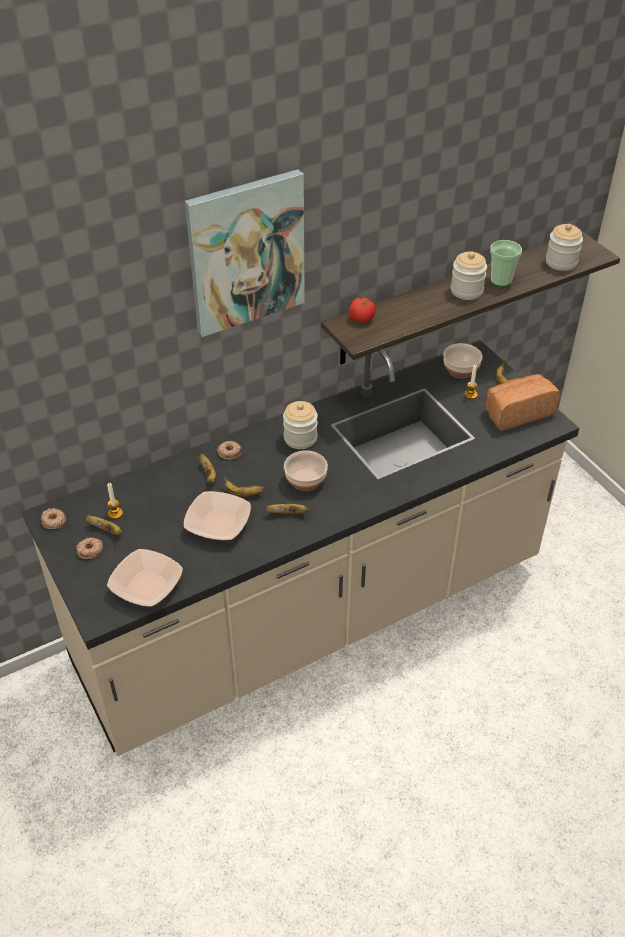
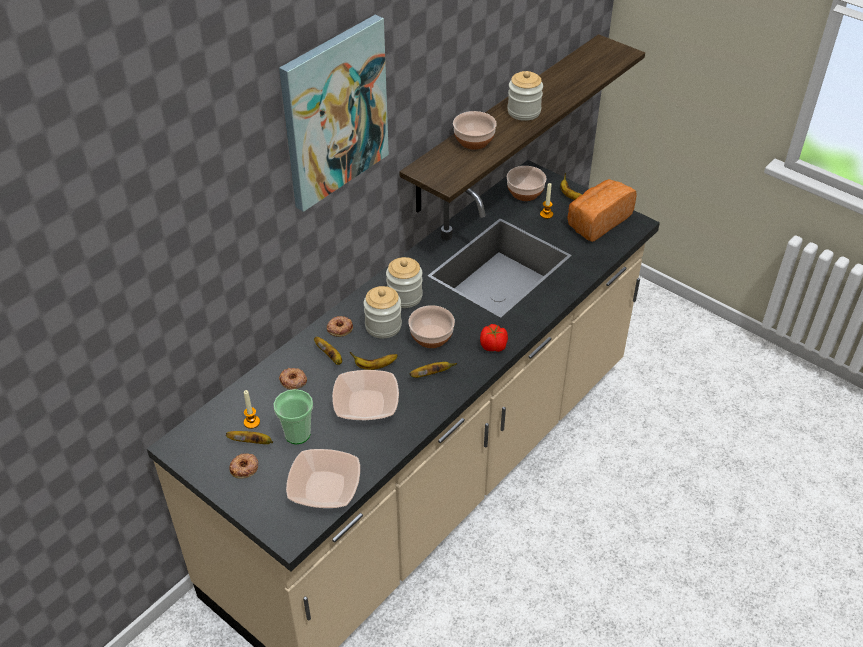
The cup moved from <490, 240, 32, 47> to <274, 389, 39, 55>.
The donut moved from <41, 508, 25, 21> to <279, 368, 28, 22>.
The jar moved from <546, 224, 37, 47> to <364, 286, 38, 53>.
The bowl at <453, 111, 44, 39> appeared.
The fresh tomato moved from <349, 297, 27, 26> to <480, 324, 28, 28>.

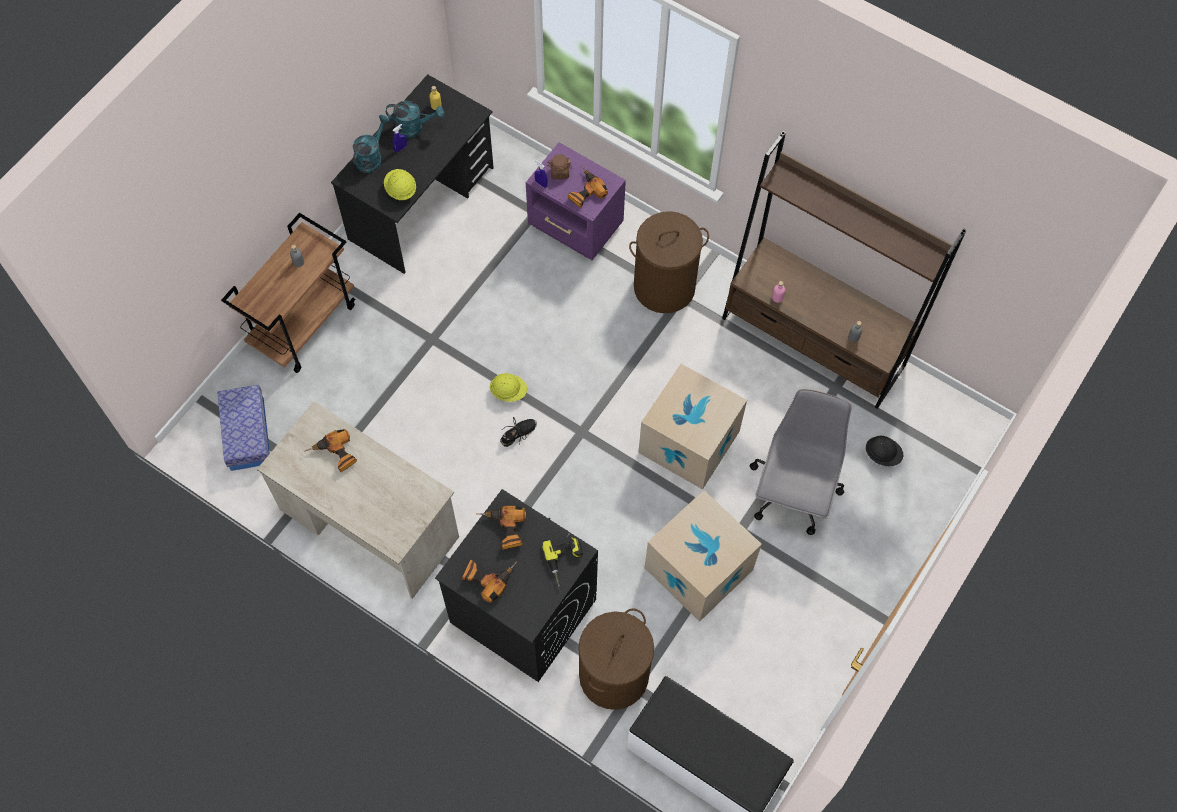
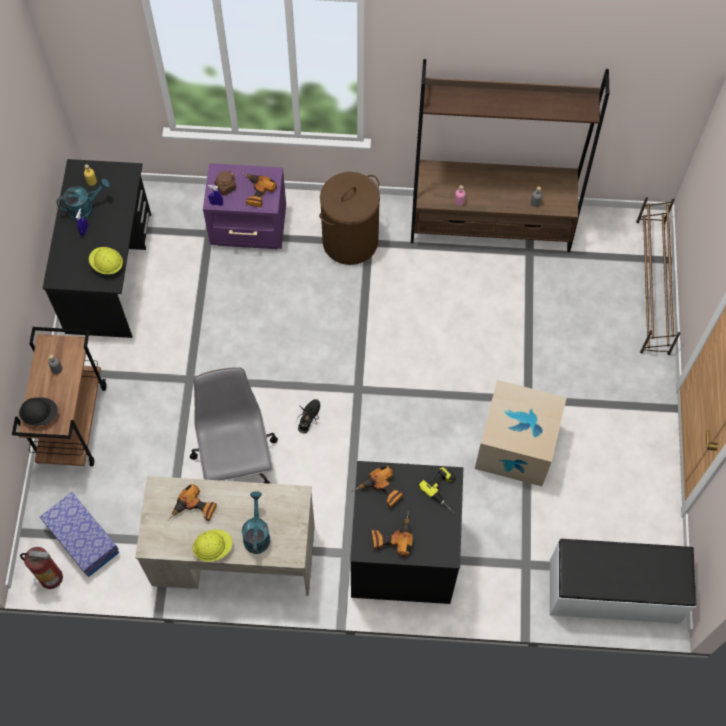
The safety helmet (black-coloured) moved from <866, 436, 37, 30> to <19, 397, 39, 29>.
The fire-fighting cylinder at <20, 547, 43, 42> appeared.
The office chair (greyish) moved from <750, 389, 102, 146> to <190, 367, 88, 117>.
The safety helmet (yellowish) moved from <490, 373, 37, 29> to <192, 530, 41, 32>.
The sprinkling can (turquoise) moved from <353, 115, 37, 58> to <242, 491, 28, 63>.
The shoe stand (brown-coloured) at <636, 197, 45, 158> appeared.
The hamper (brown-coloured) at <578, 609, 76, 101> disappeared.
The cardboard box at <638, 364, 109, 126> disappeared.

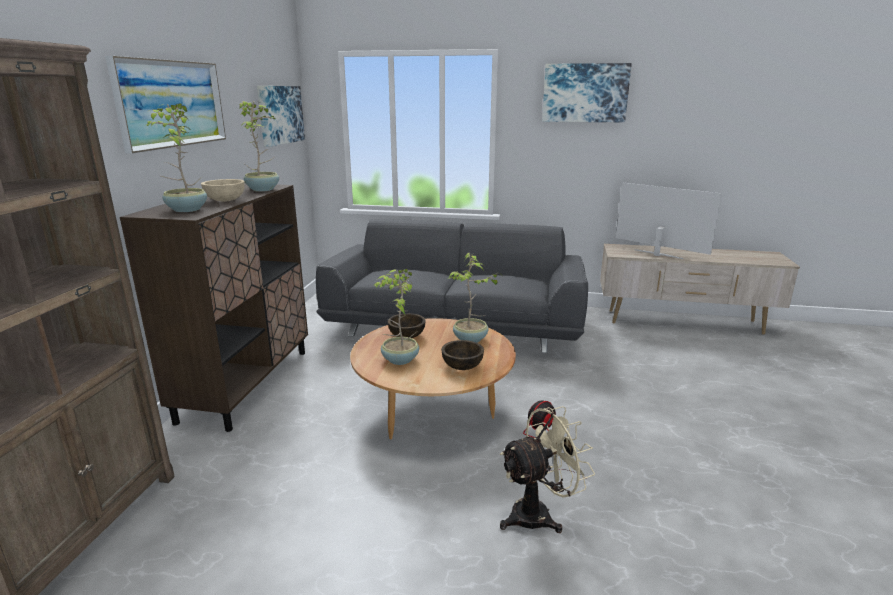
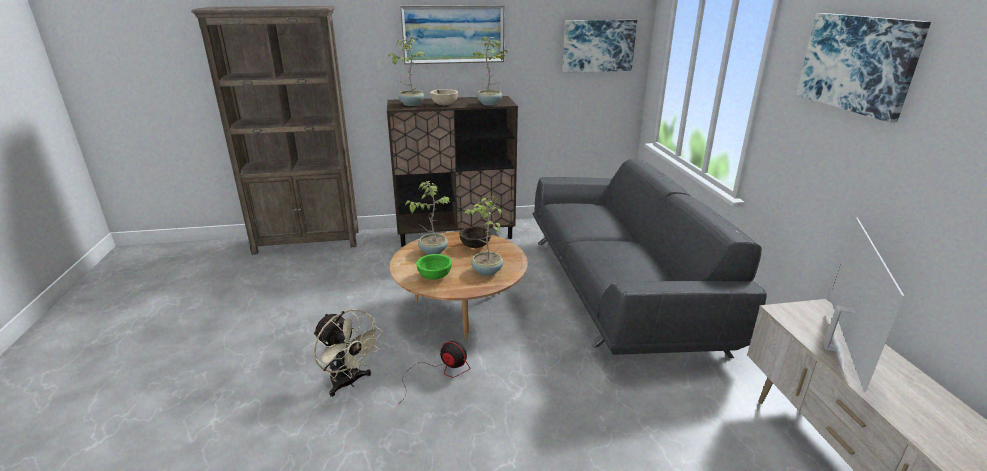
The bowl (brown-coloured) at <441, 340, 43, 30> became the bowl (green) at <416, 254, 36, 26>.

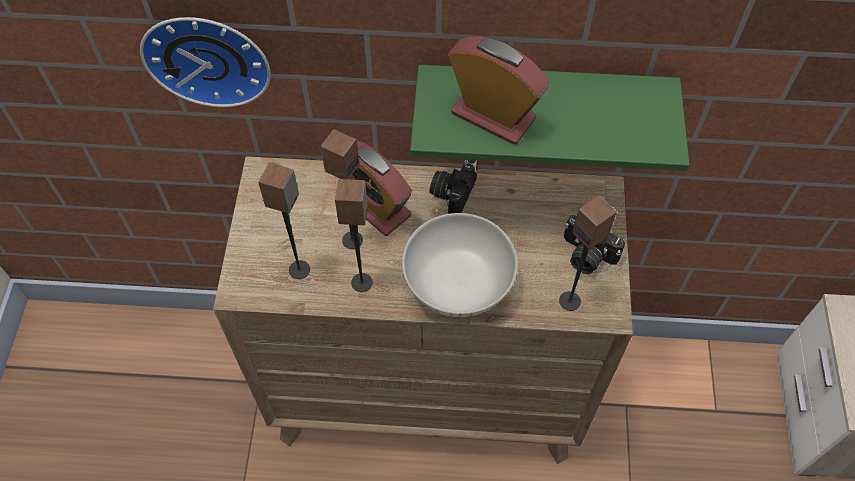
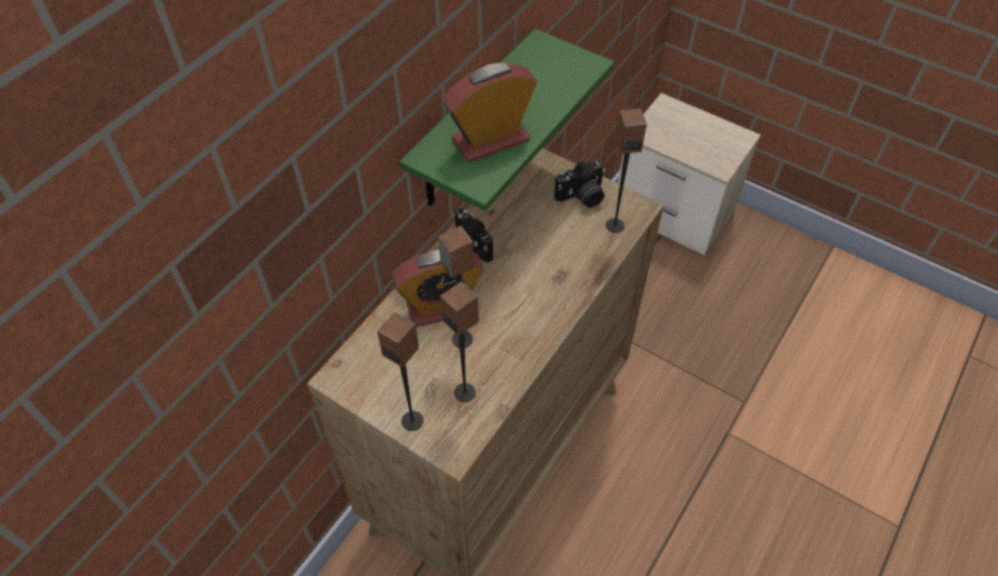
The loudspeaker moved from <335, 179, 38, 113> to <377, 312, 47, 119>.
The clock on the wall at <140, 17, 131, 90> disappeared.
The bowl (white-coloured) at <402, 213, 116, 104> disappeared.

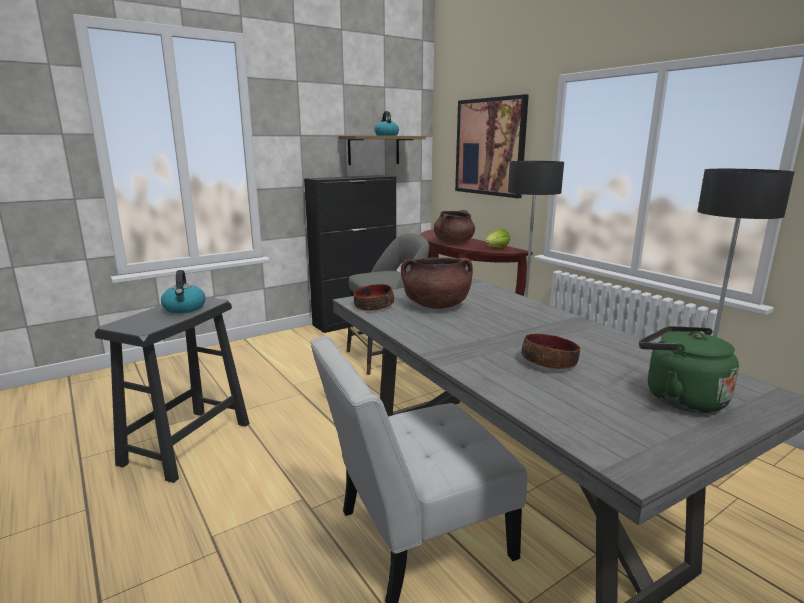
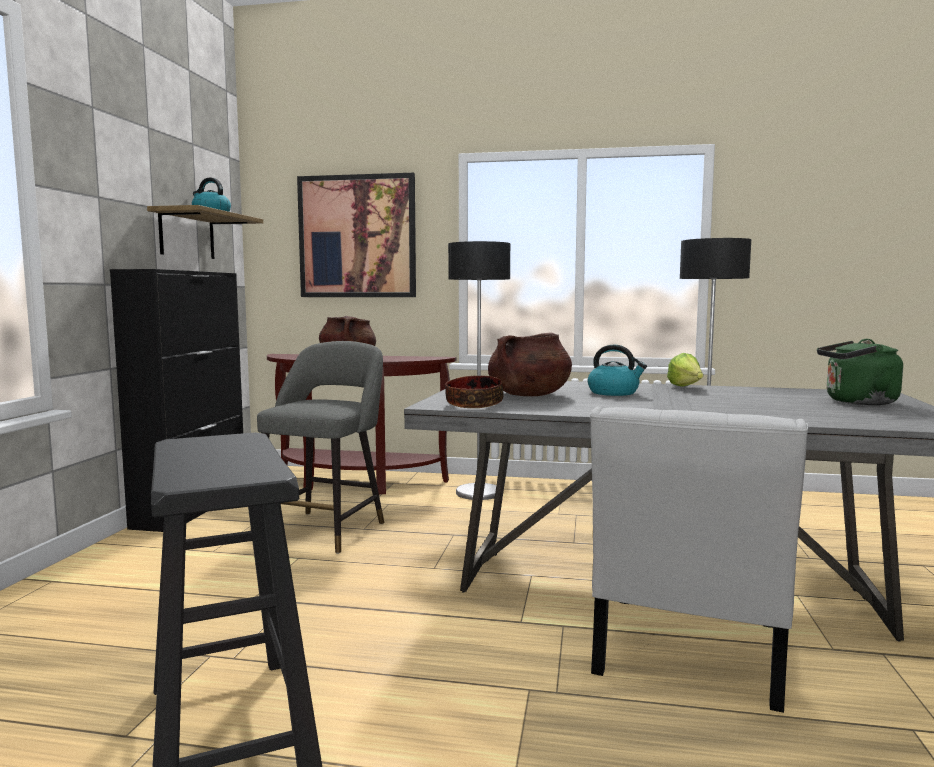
The tea kettle moved from <161, 270, 44, 43> to <588, 345, 59, 51>.
The head of lettuce moved from <486, 229, 24, 19> to <667, 353, 36, 34>.
The bowl at <521, 334, 59, 35> disappeared.

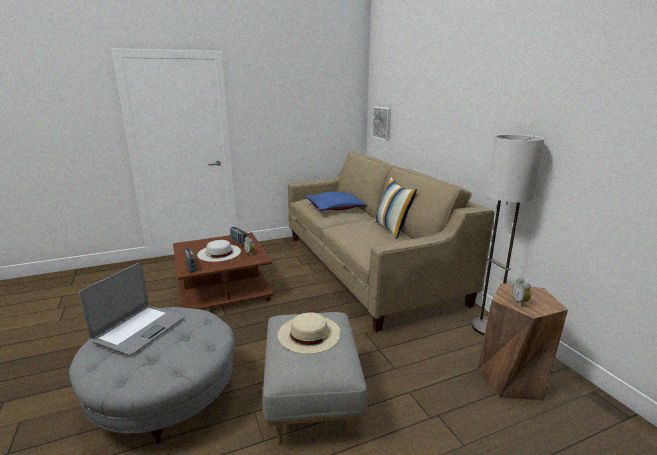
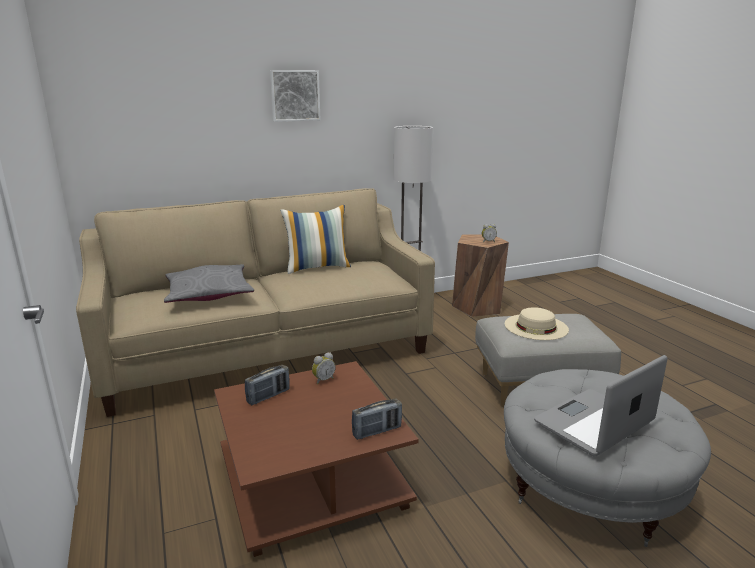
The cushion (blue) at <305, 192, 62, 19> became the cushion (greyish) at <164, 264, 90, 39>.
The wall picture moved from <371, 106, 20, 35> to <270, 70, 50, 52>.
The notebook computer at <79, 263, 106, 93> turned 60 degrees counterclockwise.
The clothing hat (white-coloured) at <197, 240, 44, 22> disappeared.

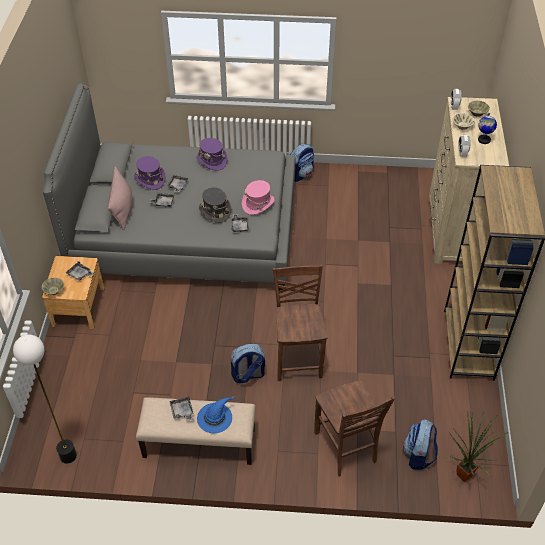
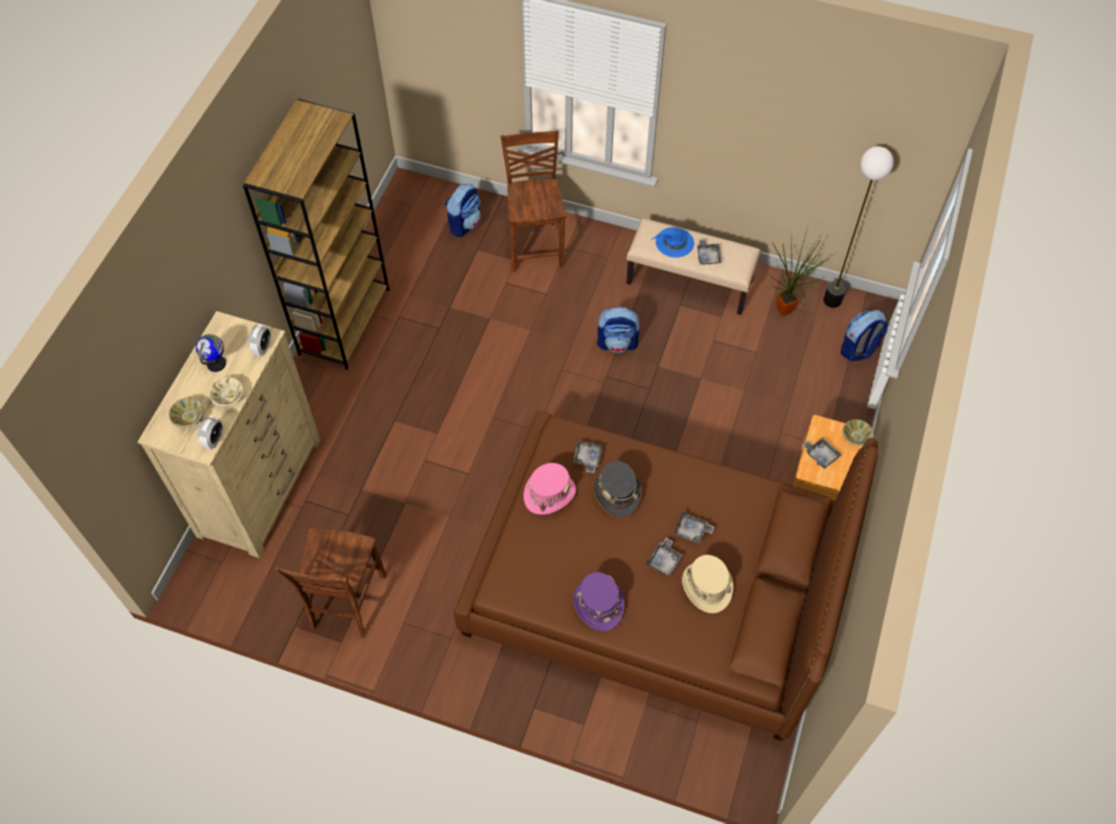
The upright chair (brown-coloured) moved from <273, 265, 55, 116> to <275, 528, 111, 110>.
The bed (greyish) at <43, 83, 253, 208> became the bed (brown-coloured) at <454, 410, 424, 331>.
The clothing hat (purplish) at <134, 156, 31, 34> became the clothing hat (sand-coloured) at <682, 555, 51, 58>.
The plant in a pot moved from <445, 411, 63, 71> to <766, 227, 64, 89>.
The backpack moved from <289, 144, 25, 38> to <841, 310, 47, 51>.
The cushion (pink) at <108, 167, 24, 63> disappeared.

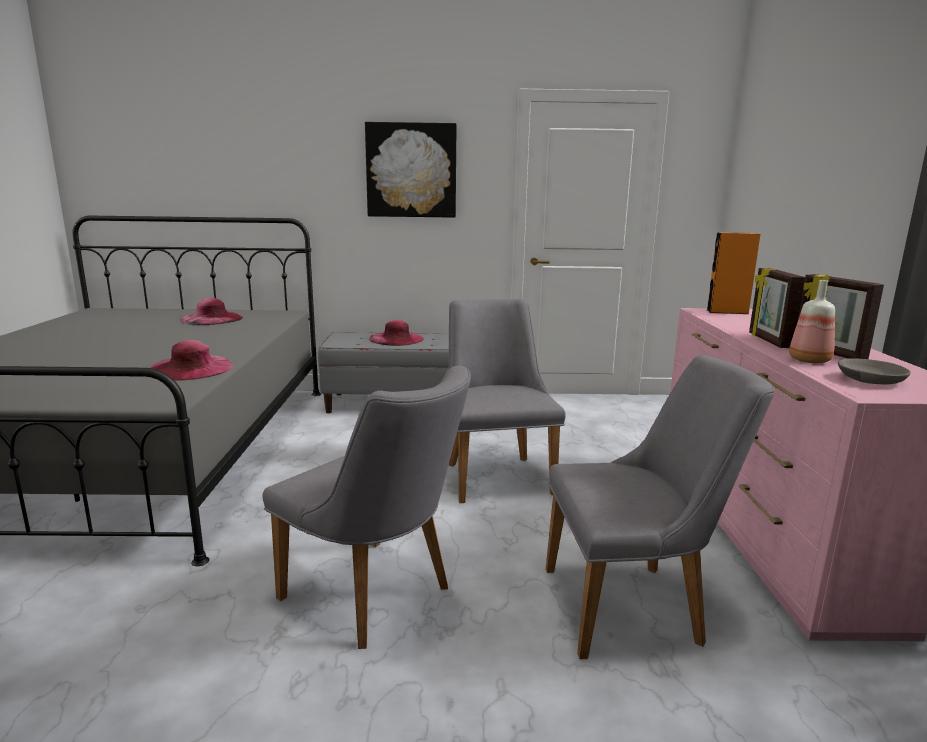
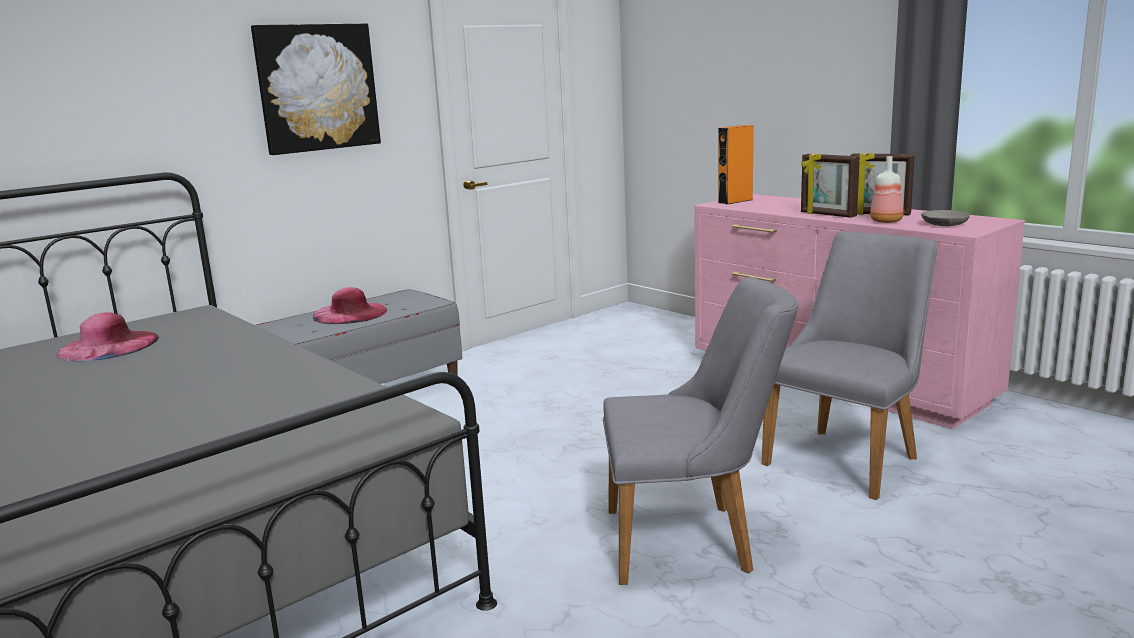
The clothing hat (pink) at <150, 340, 84, 41> disappeared.
The upright chair (greyish) at <449, 299, 117, 204> disappeared.

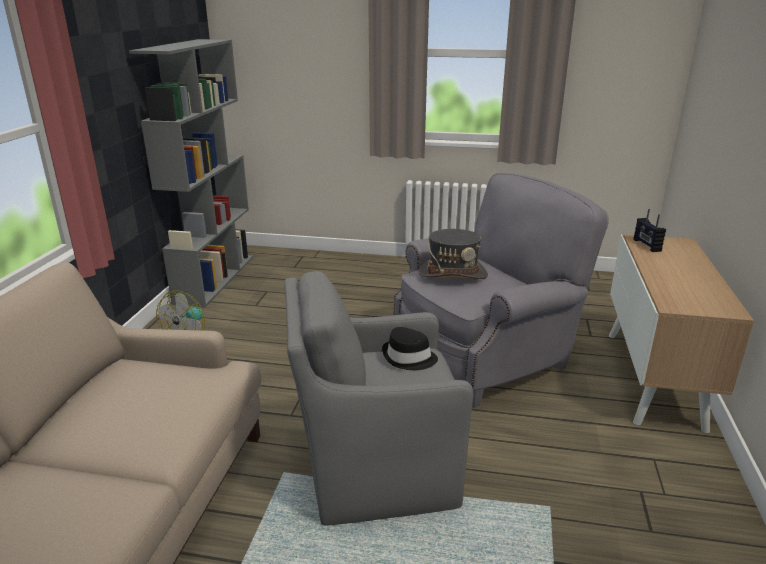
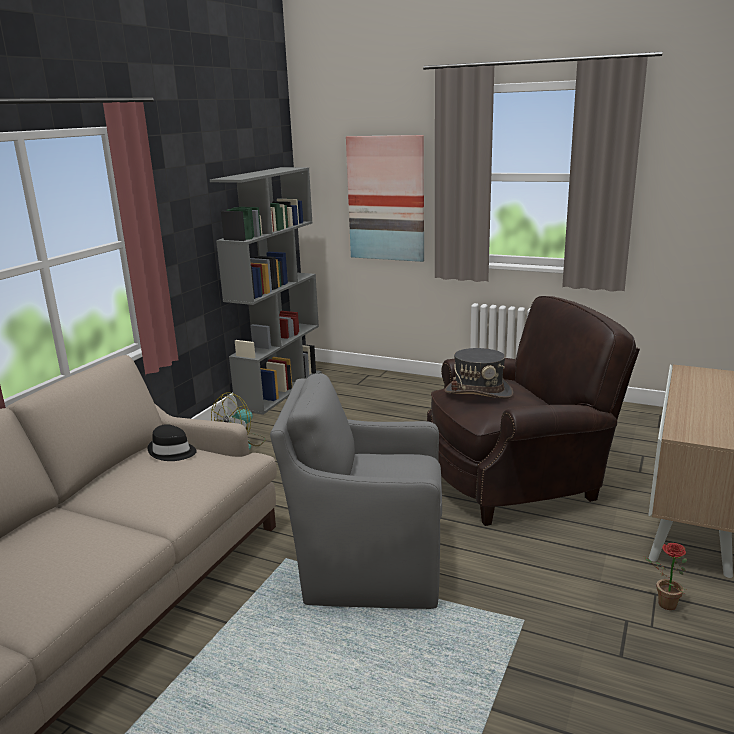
The clothing hat (black-coloured) moved from <382, 327, 56, 43> to <147, 424, 50, 37>.
The wall picture at <346, 135, 78, 127> appeared.
The easy chair (greyish) at <393, 173, 215, 235> became the easy chair (brown-coloured) at <427, 296, 213, 230>.
The plant in a pot at <643, 543, 44, 67> appeared.
The radio set at <633, 209, 33, 43> disappeared.

